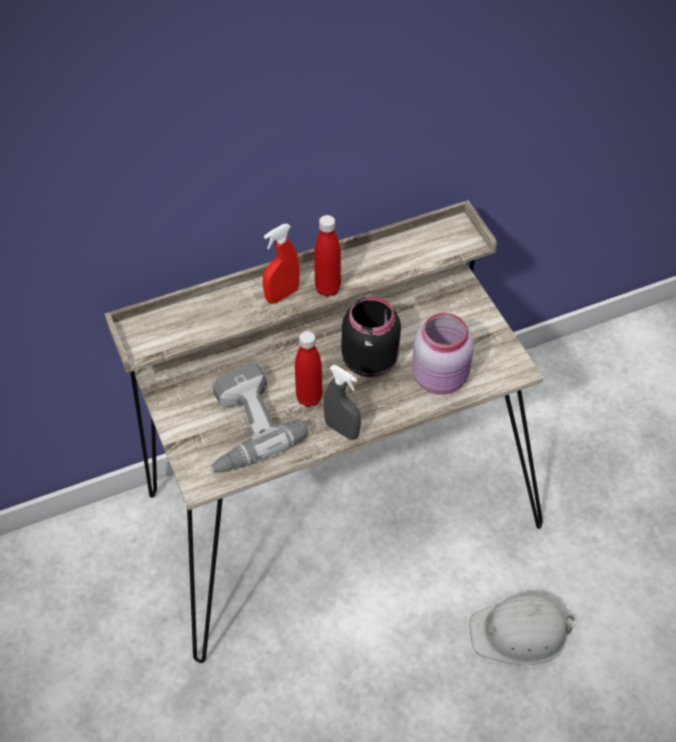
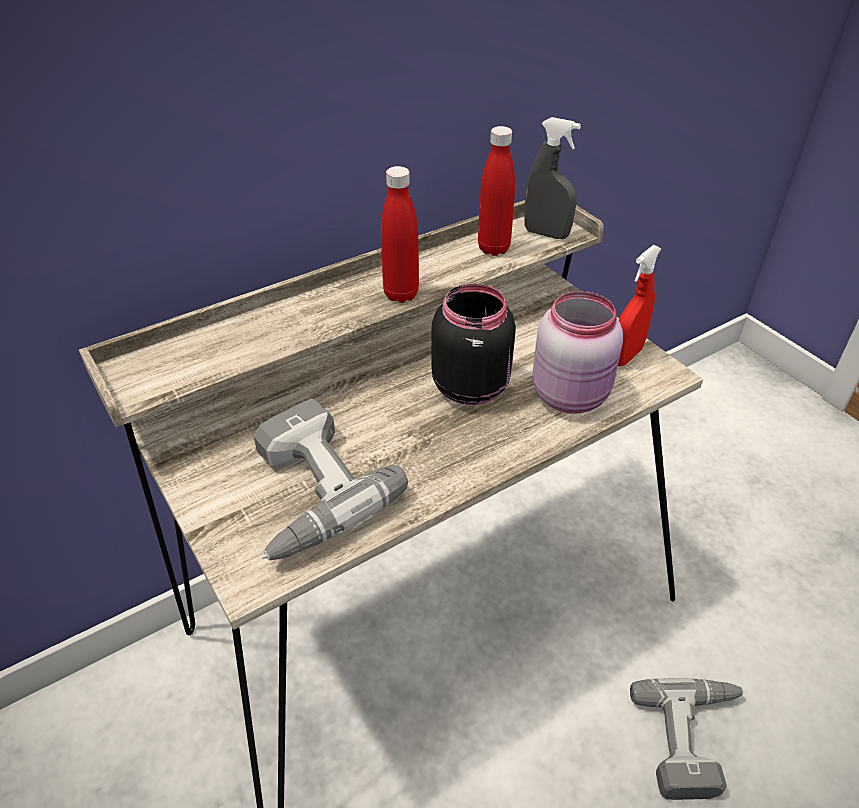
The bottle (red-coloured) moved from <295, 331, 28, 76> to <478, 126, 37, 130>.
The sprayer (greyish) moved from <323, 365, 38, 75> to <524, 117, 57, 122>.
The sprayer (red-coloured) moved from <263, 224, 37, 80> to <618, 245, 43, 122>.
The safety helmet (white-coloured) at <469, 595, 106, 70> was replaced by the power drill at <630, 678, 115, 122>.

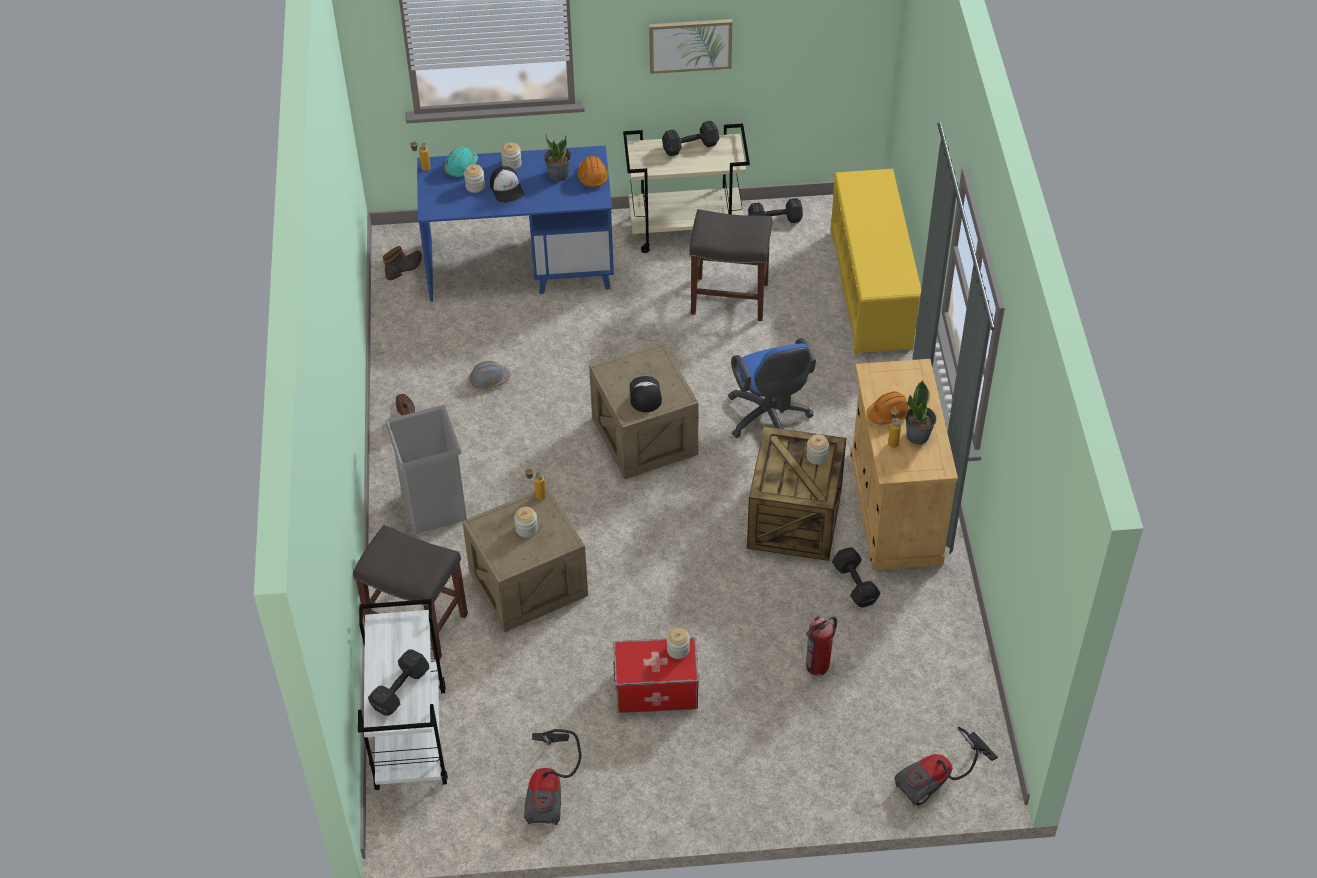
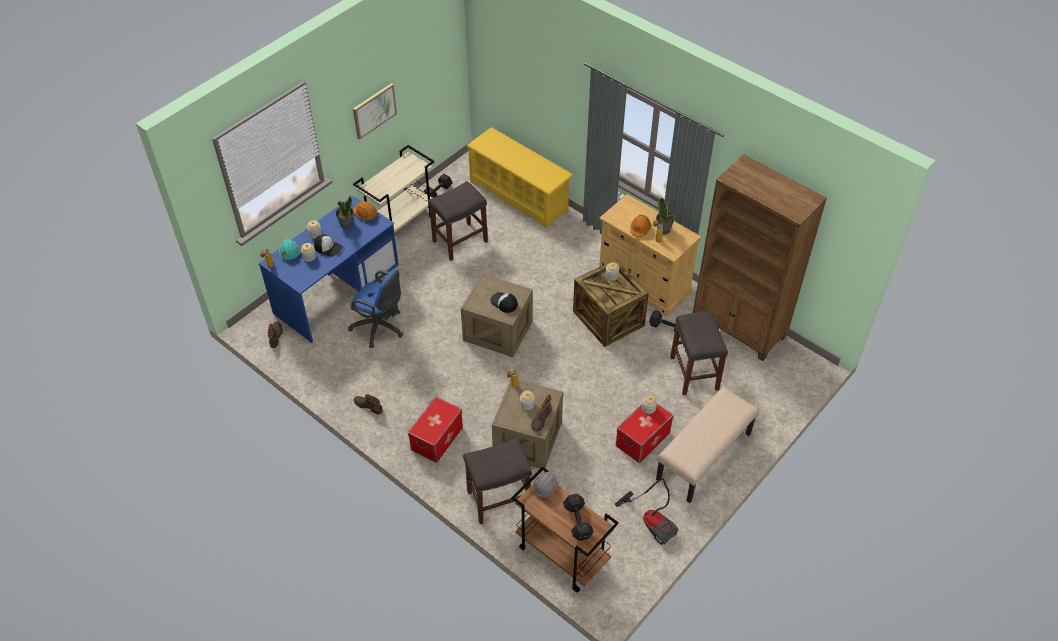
The office chair (blue) moved from <728, 338, 88, 100> to <348, 269, 55, 79>.
The waste bin (greyish) at <386, 405, 81, 129> was replaced by the storage bin at <408, 396, 55, 67>.
The cart (white-coloured) at <358, 599, 90, 191> became the cart (brown-coloured) at <511, 467, 108, 125>.
The tall boot at <531, 394, 21, 38> appeared.
The safety helmet (greyish) moved from <469, 361, 41, 28> to <533, 471, 27, 27>.
The long seat (sand-coloured) at <656, 387, 103, 116> appeared.
The fire-fighting cylinder at <806, 615, 31, 61> was replaced by the stool (greyish) at <670, 311, 58, 84>.
The bookshelf (brown-coloured) at <693, 155, 134, 206> appeared.
The hand weight (black-coloured) at <662, 121, 57, 35> disappeared.
The hoover at <895, 727, 103, 79> disappeared.

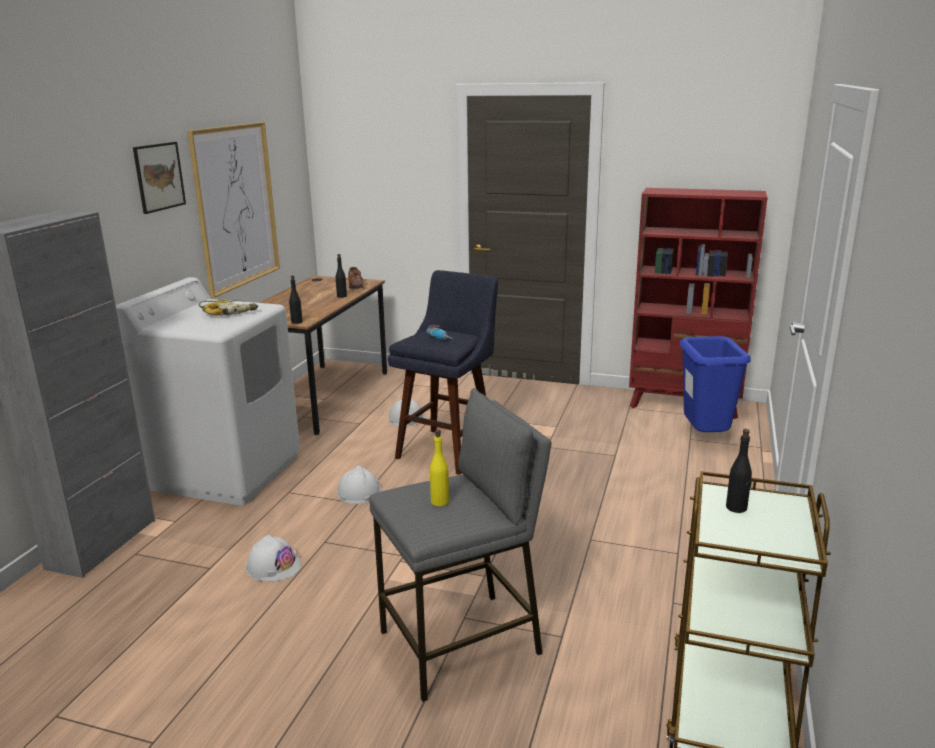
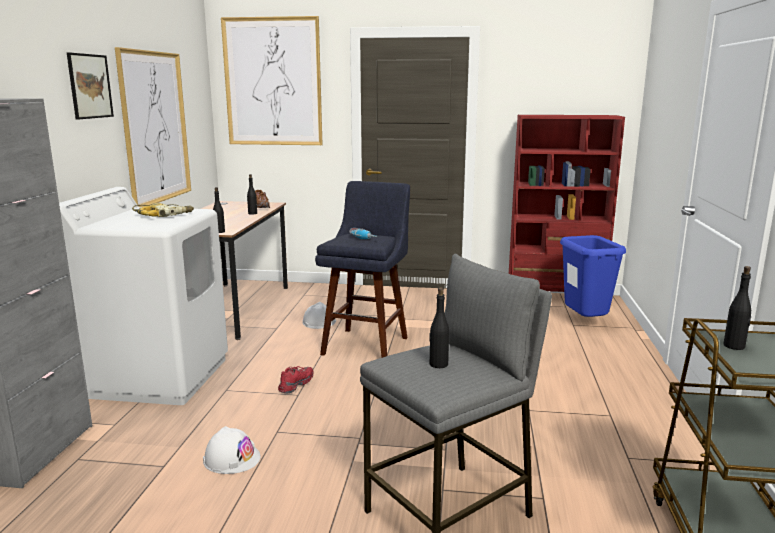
The wall picture at <221, 16, 102, 129> appeared.
The safety helmet (white-coloured) at <337, 466, 44, 38> was replaced by the item of footwear (red-coloured) at <278, 366, 36, 27>.
The bottle (yellowish) at <429, 429, 20, 77> became the bottle (black-coloured) at <429, 288, 20, 80>.

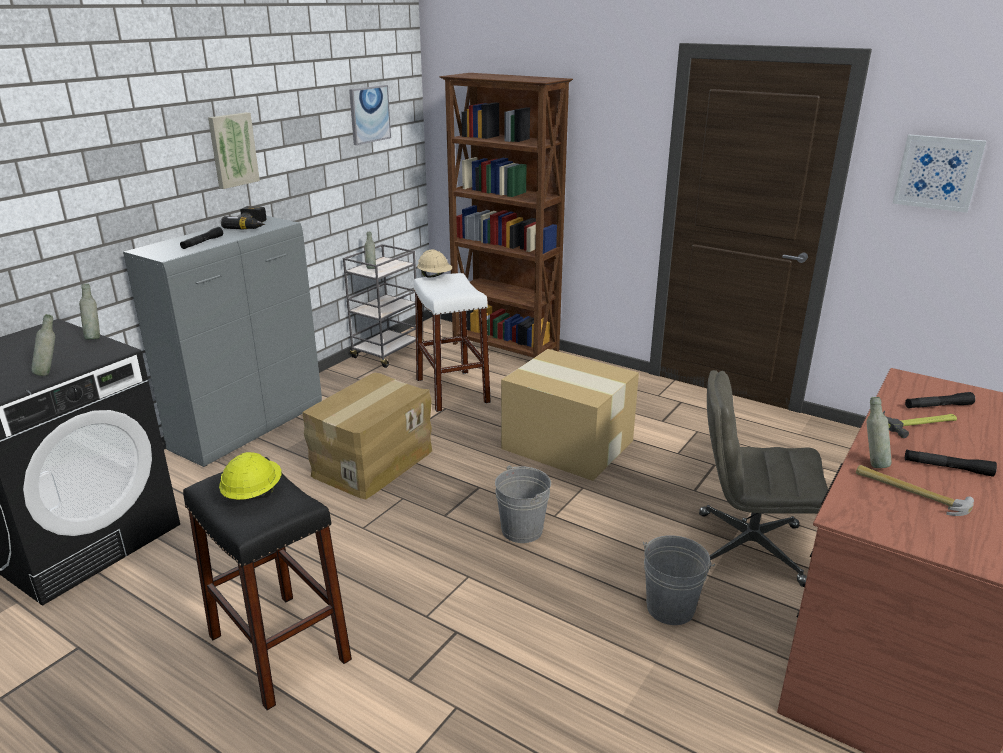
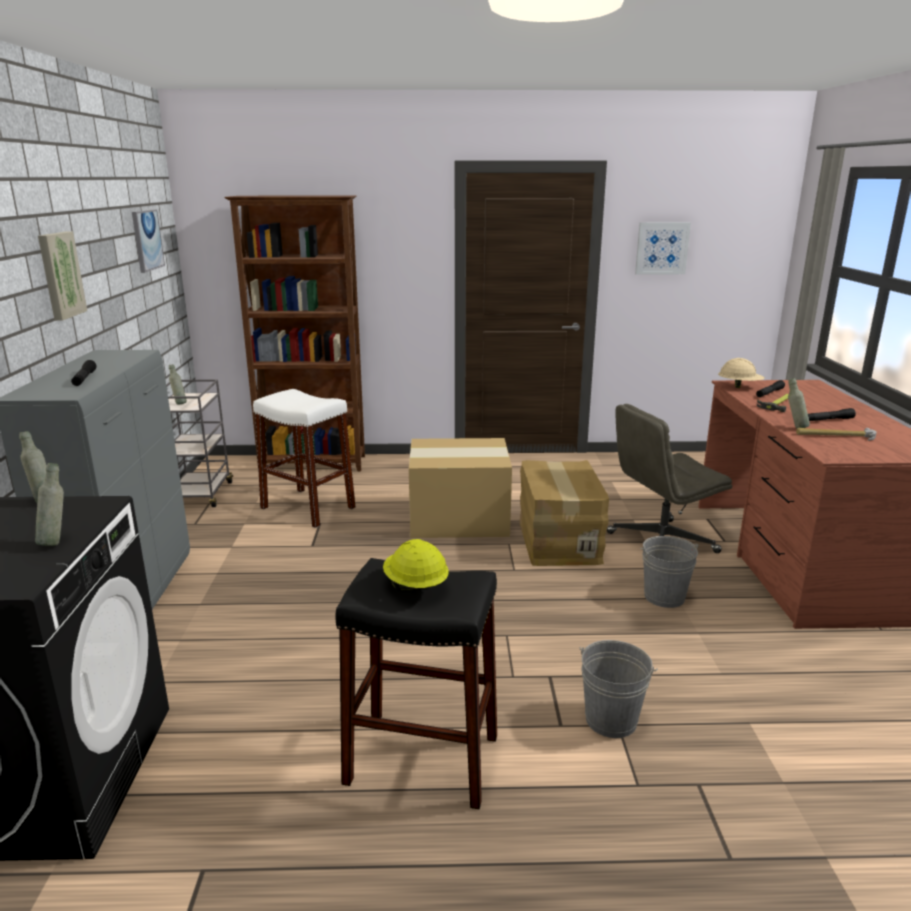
The cardboard box moved from <302, 372, 130, 127> to <520, 460, 89, 106>.
The water bucket (greyish) moved from <495, 465, 56, 78> to <580, 640, 78, 98>.
The safety helmet (sand-coloured) moved from <417, 249, 35, 28> to <718, 358, 47, 30>.
The power drill at <221, 206, 45, 24> disappeared.

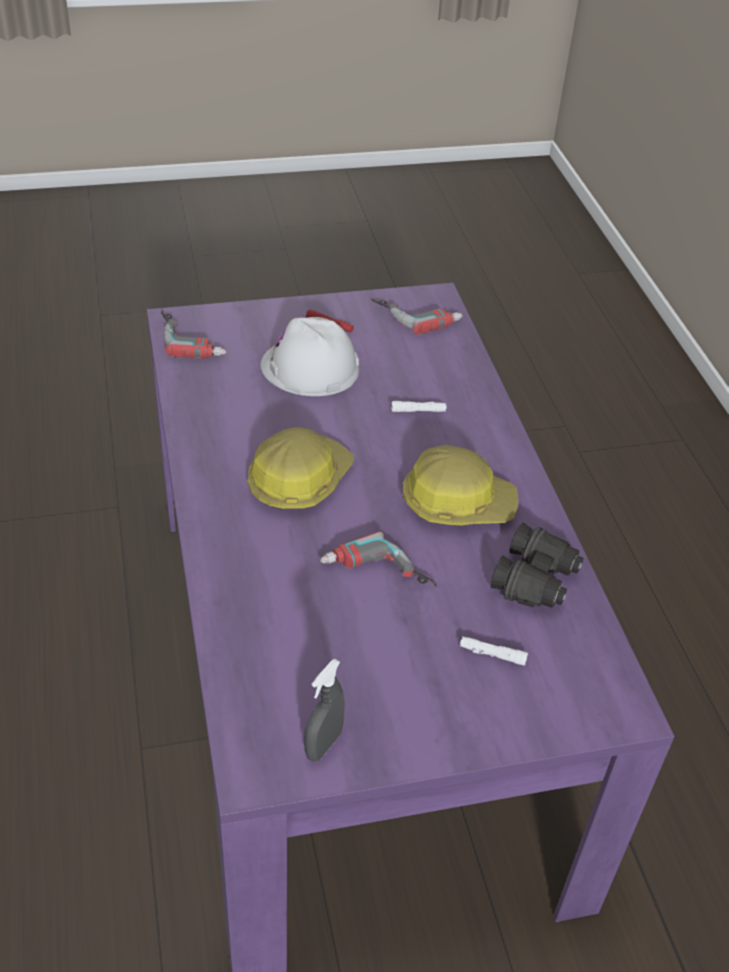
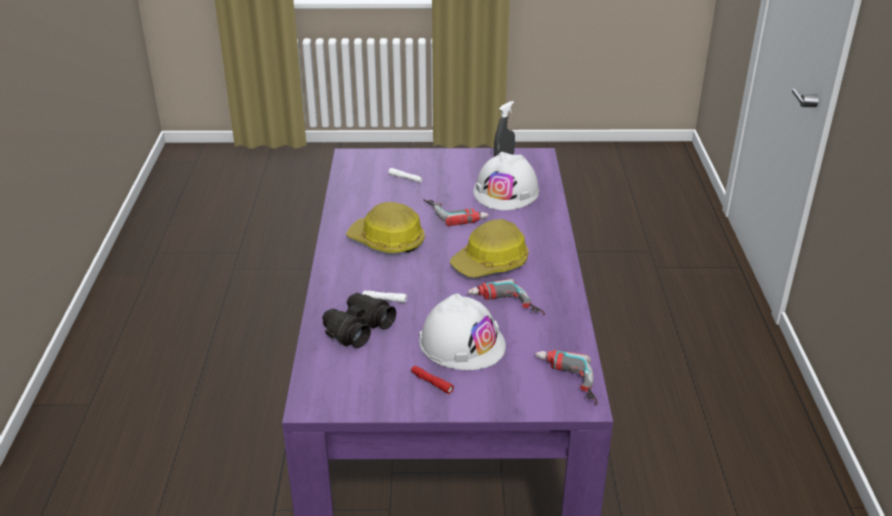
The binoculars (black-coloured) moved from <490, 523, 94, 85> to <322, 293, 74, 55>.
The power drill moved from <372, 299, 91, 36> to <467, 279, 78, 36>.
The safety helmet (white-coloured) at <473, 152, 66, 58> appeared.

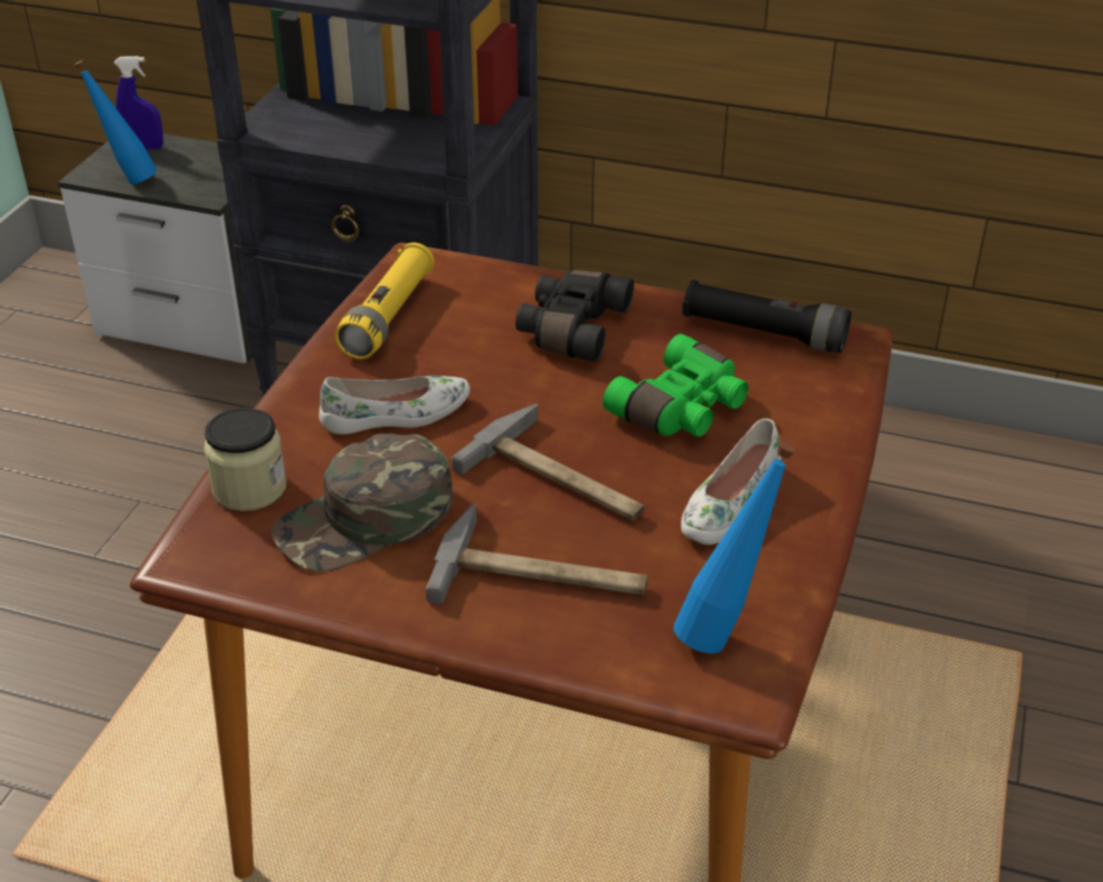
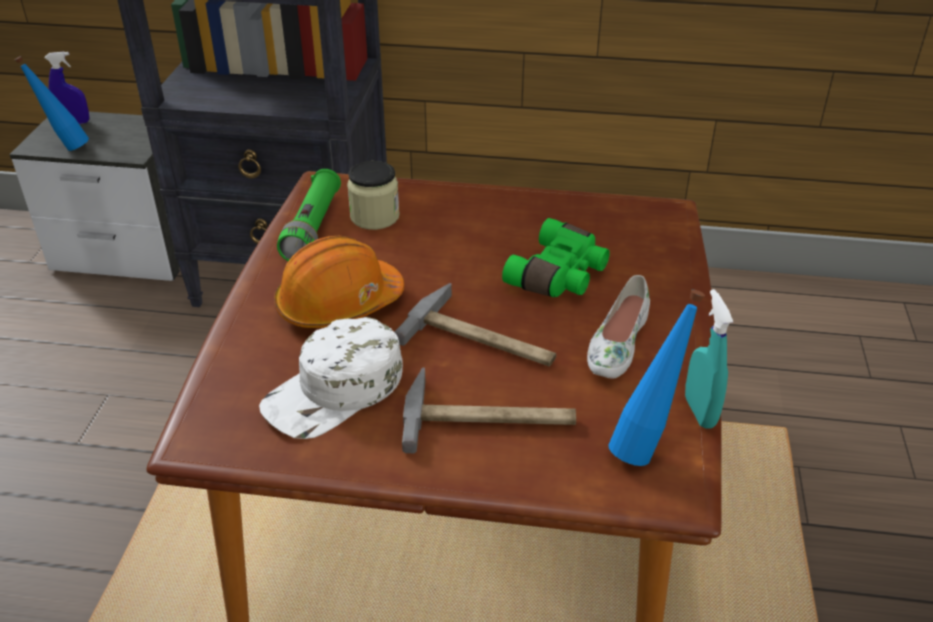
The cap (green) at <271, 433, 182, 139> became the cap (white-coloured) at <259, 317, 144, 122>.
The item of footwear (white-coloured) at <319, 376, 151, 58> was replaced by the safety helmet (orange-coloured) at <274, 236, 130, 92>.
The torch (yellowish) at <335, 242, 99, 117> became the torch (green) at <277, 169, 64, 92>.
The jar moved from <204, 408, 83, 103> to <347, 161, 53, 69>.
The sprayer (turquoise) at <685, 289, 48, 139> appeared.
The binoculars (black-coloured) at <516, 270, 118, 92> disappeared.
The torch (black-coloured) at <682, 280, 169, 73> disappeared.

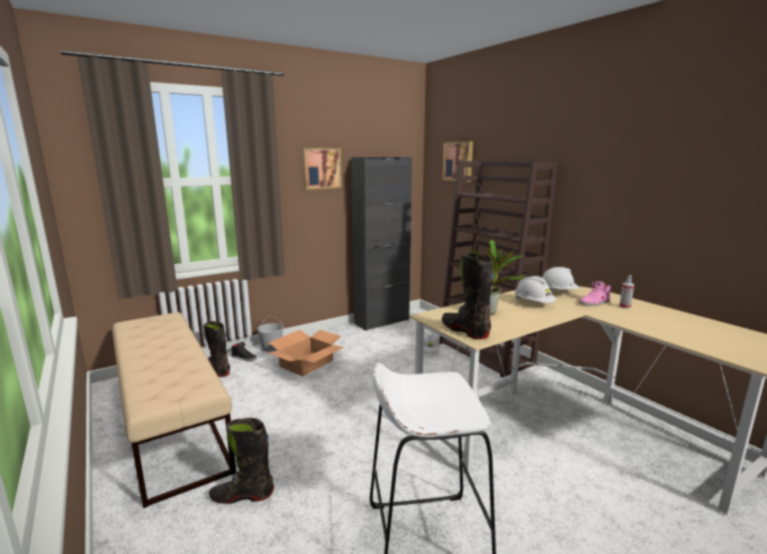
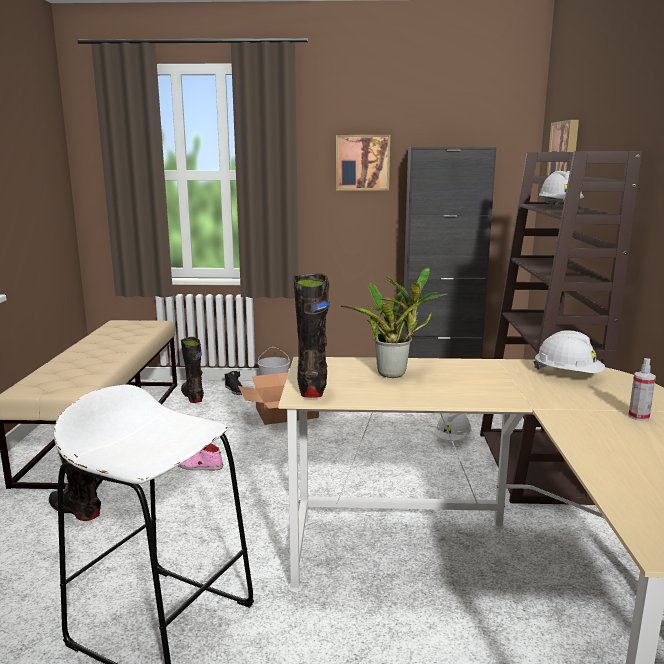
The item of footwear (pink) moved from <579, 281, 32, 25> to <178, 444, 45, 26>.
The safety helmet (white-coloured) moved from <514, 276, 42, 27> to <539, 171, 45, 35>.

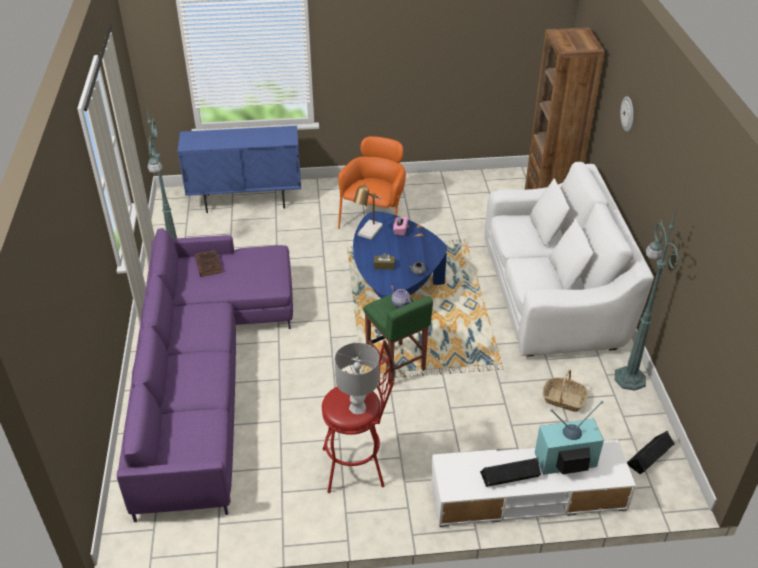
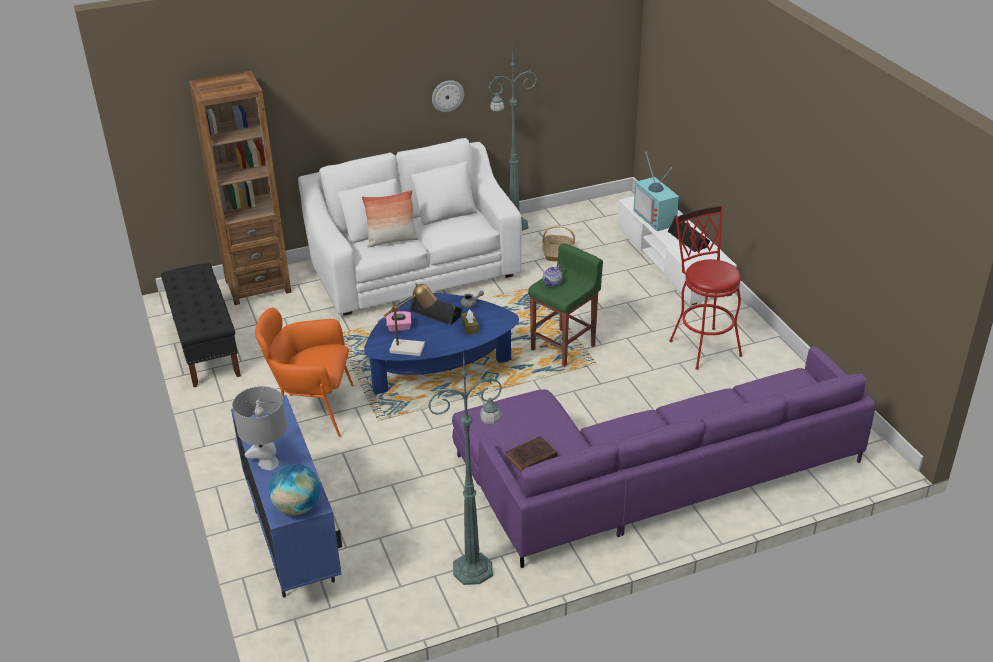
The long seat (black-coloured) at <161, 263, 80, 124> appeared.
The tabletop lamp (greyish) moved from <335, 343, 44, 71> to <232, 386, 55, 84>.
The desk globe at <268, 464, 52, 52> appeared.
The cushion at <362, 190, 56, 57> appeared.
The loudspeaker (black-coloured) moved from <627, 430, 48, 44> to <409, 291, 53, 35>.
The clock on the wall moved from <620, 96, 14, 36> to <432, 80, 32, 32>.

